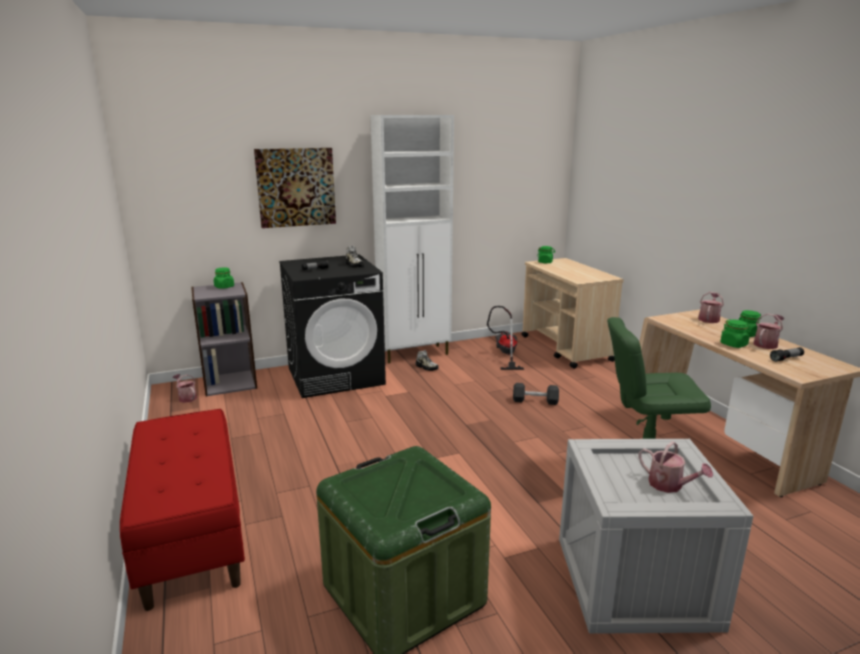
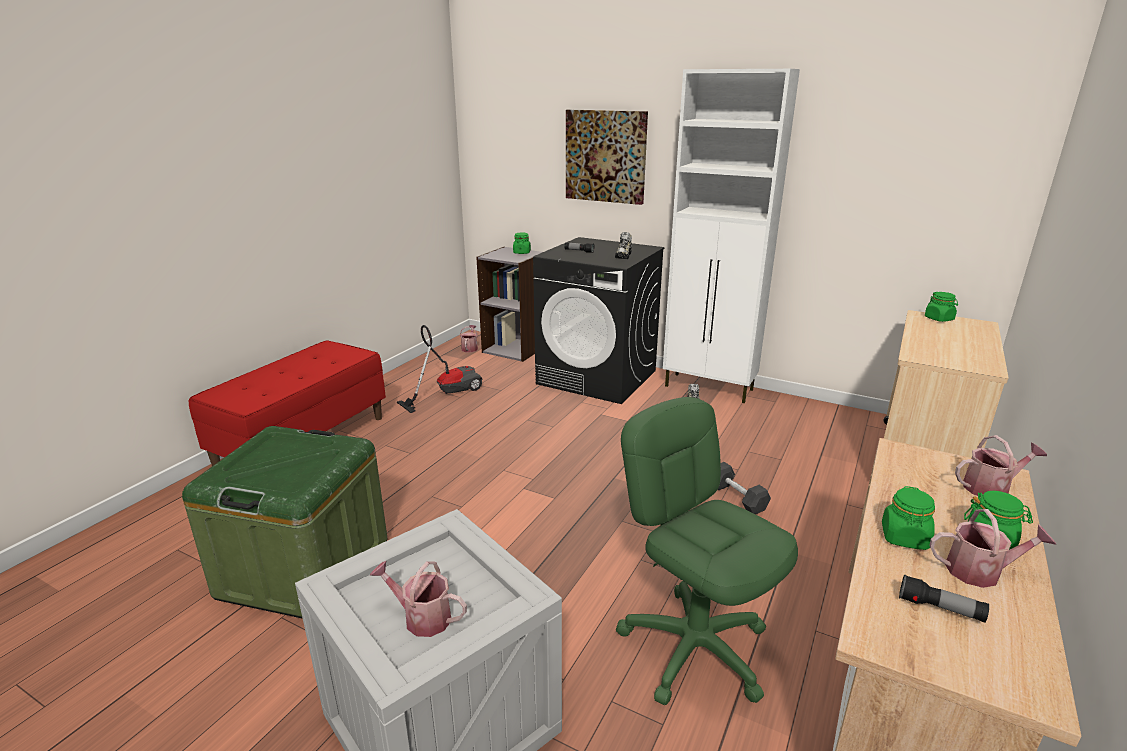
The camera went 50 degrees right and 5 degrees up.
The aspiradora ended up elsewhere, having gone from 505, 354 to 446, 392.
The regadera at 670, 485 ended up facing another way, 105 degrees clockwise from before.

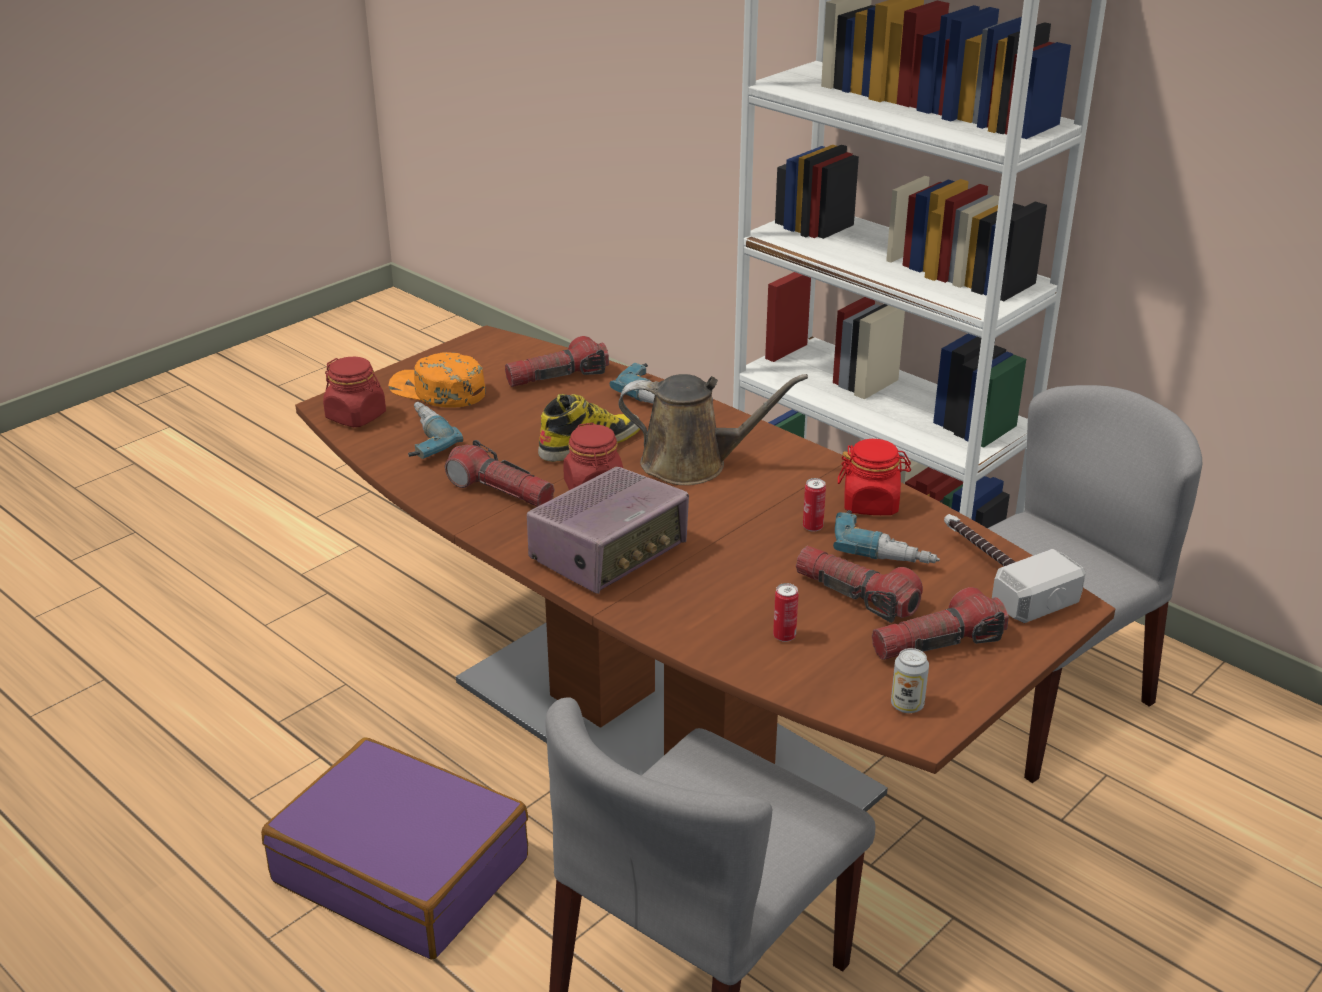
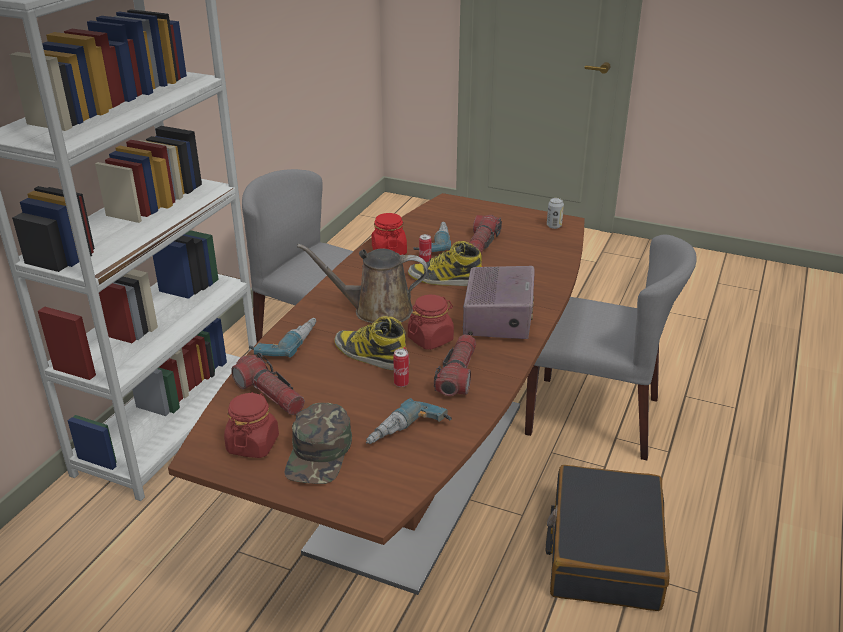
The camera went 110 degrees left and 0 degrees up.
What was the gorra (naranja) at 437, 391 turned into the gorra (verde) at 319, 453.
The tarro (rojo) ended up elsewhere, having gone from 356, 416 to 253, 444.
The regadera (marrón) at 693, 464 ended up facing another way, 75 degrees counterclockwise from before.
The radio at 610, 553 ended up facing another way, 75 degrees clockwise from before.
The second view lost the martillo at 997, 574.
The lata ended up elsewhere, having gone from 784, 636 to 401, 383.
The second view lost the linterna at 937, 643.
What was the maleta (morado) at 402, 869 turned into the maleta (negro) at 604, 551.
The second view gained the bota at 445, 279.

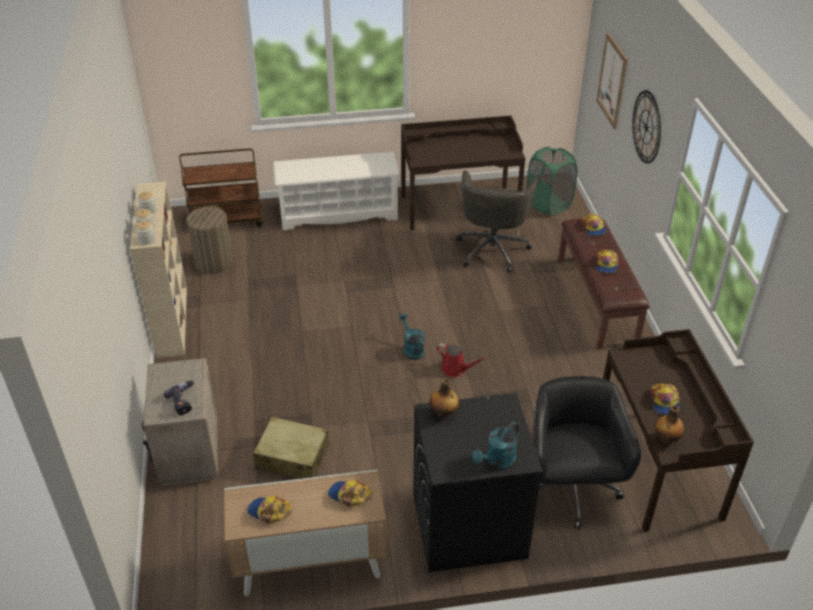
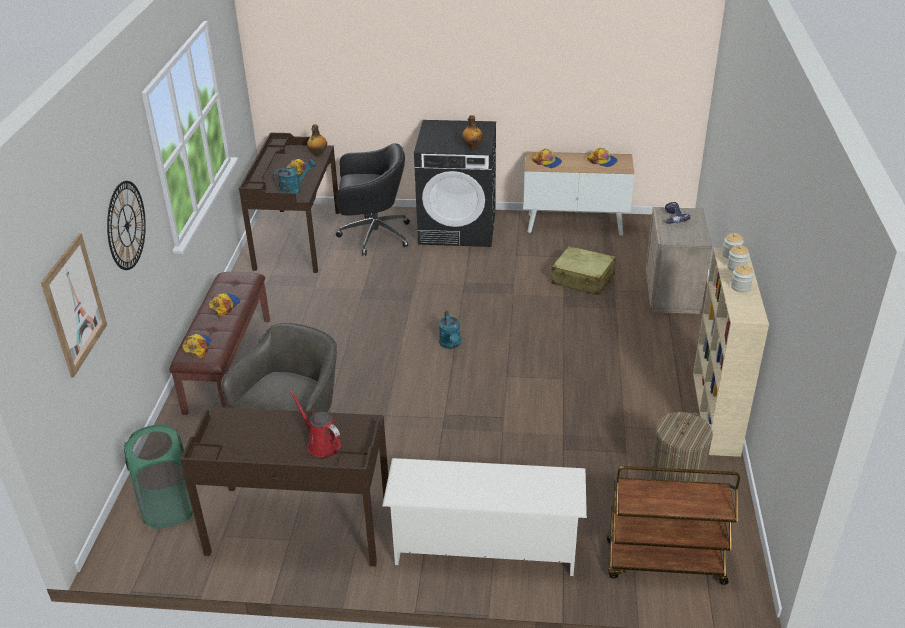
The camera went 165 degrees left and 5 degrees down.
The regadera (rojo) ended up elsewhere, having gone from 456, 369 to 321, 443.
The silla de oficina (negro) at 570, 490 ended up facing another way, 105 degrees counterclockwise from before.
The regadera (turquesa) ended up elsewhere, having gone from 497, 461 to 294, 190.

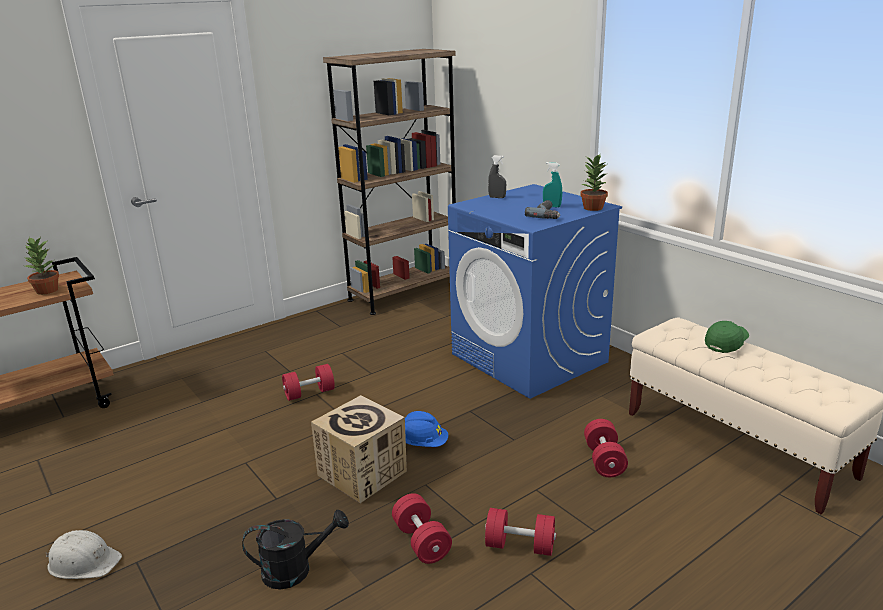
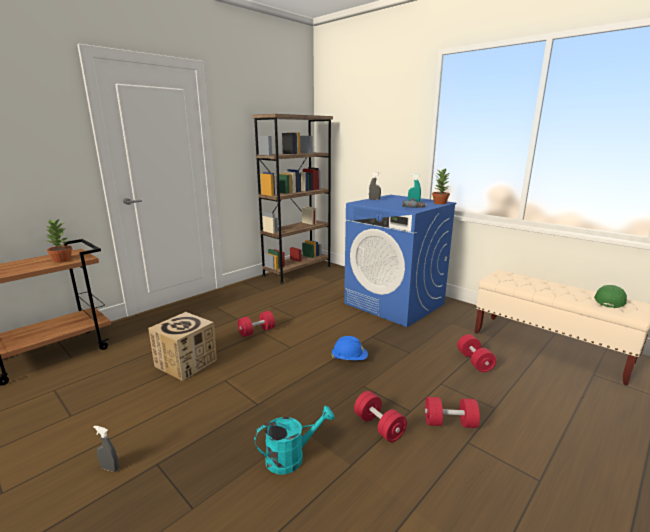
The camera went 10 degrees left and 5 degrees down.
The gorra (verde) ended up elsewhere, having gone from 726, 343 to 609, 301.
The caja de cartón ended up elsewhere, having gone from 362, 473 to 186, 363.
What was the regadera (negro) at 295, 569 turned into the regadera (turquesa) at 291, 457.
Where the casco (blanco) stood at 84, 562, the pulverizador (gris) came to stand at 110, 468.

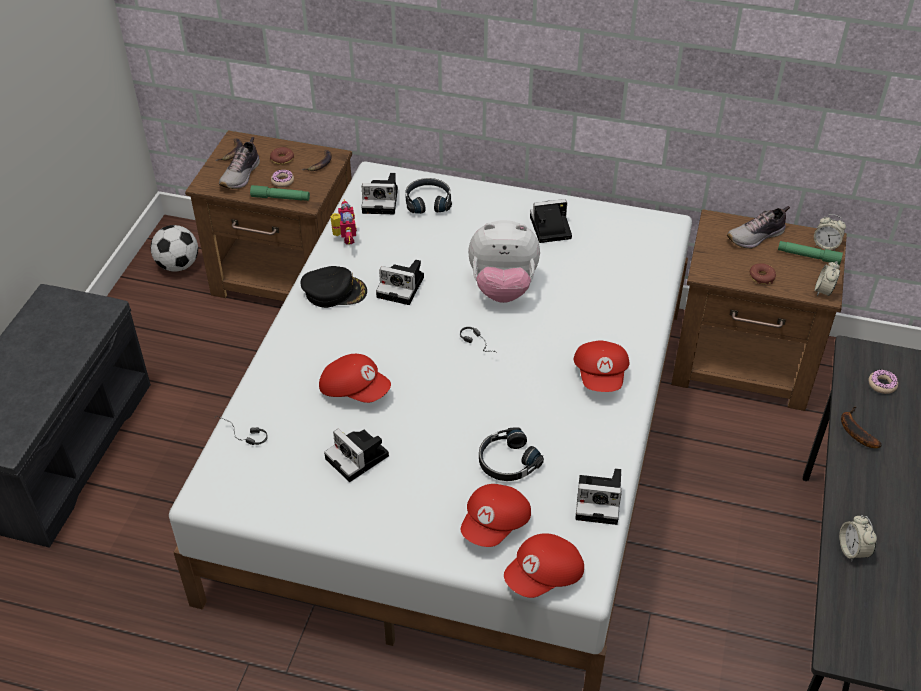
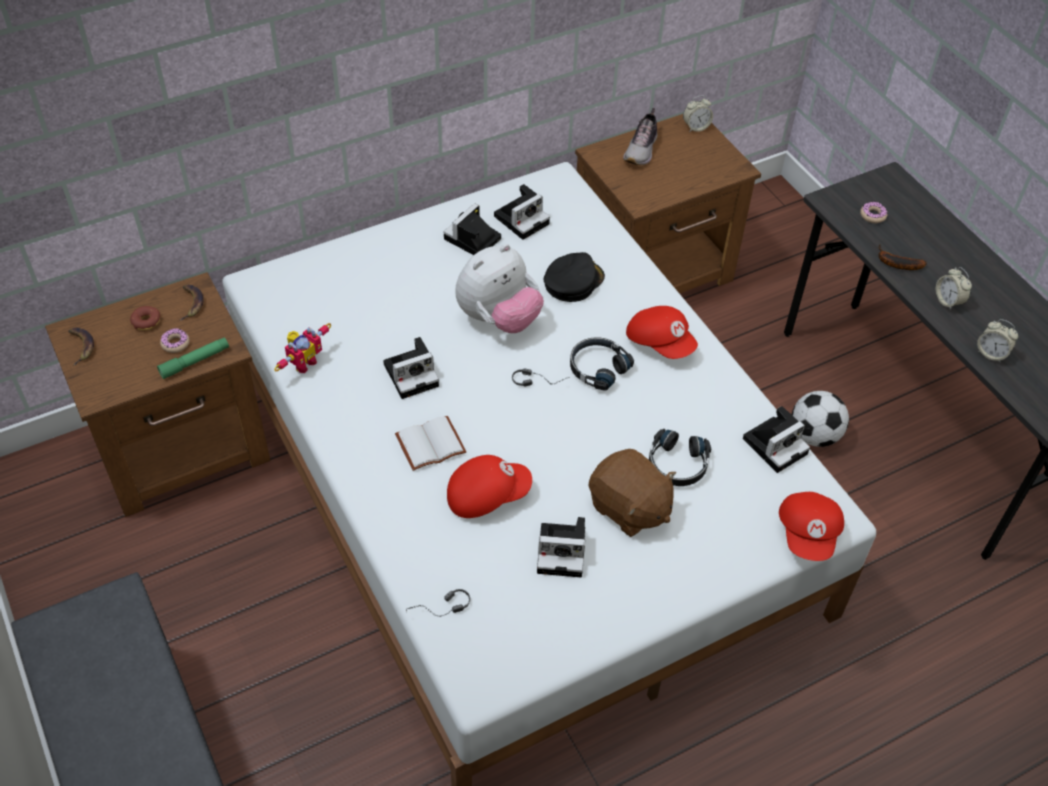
The camera went 45 degrees left and 5 degrees up.
The second view lost the zapato at 241, 175.
The cámara ended up elsewhere, having gone from 382, 200 to 522, 218.
The auriculares (negro) ended up elsewhere, having gone from 428, 201 to 597, 368.
The robot de juguete at 344, 238 ended up facing another way, 90 degrees clockwise from before.
The balón de fútbol ended up elsewhere, having gone from 178, 265 to 814, 435.
The second view lost the linterna (verde) at 808, 256.
The despertador ended up elsewhere, having gone from 824, 291 to 948, 301.
The second view lost the rosquilla at 761, 277.
The gorra (negro) ended up elsewhere, having gone from 334, 291 to 573, 281.
The second view lost the gorra (rojo) at 496, 525.
The second view gained the libro (blanco) at 430, 442.
The second view gained the peluche (marrón) at 629, 508.

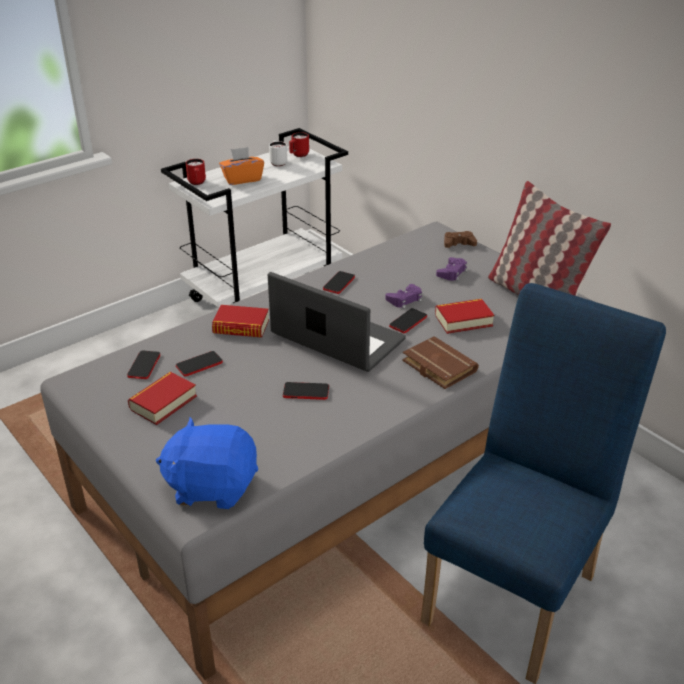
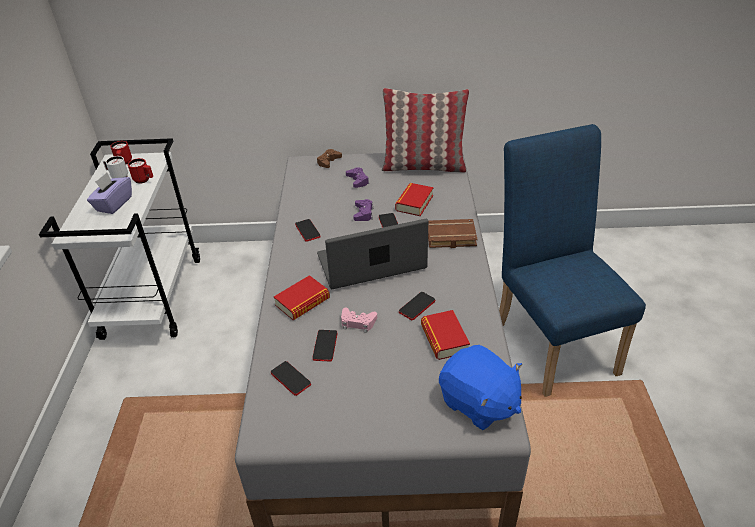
The camera went 50 degrees left and 5 degrees up.
What was the caja de pañuelos (naranja) at 242, 179 turned into the caja de pañuelos (morado) at 114, 204.
The taza grande (rojo) ended up elsewhere, having gone from 197, 183 to 144, 180.
The libro ended up elsewhere, having gone from 163, 403 to 444, 339.
The peluche (azul) at 212, 486 ended up facing another way, 90 degrees counterclockwise from before.
The second view gained the mando de consola (rosa) at 358, 322.

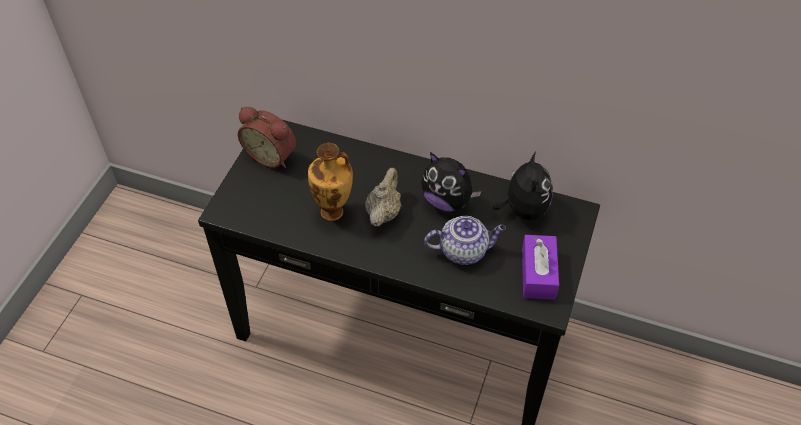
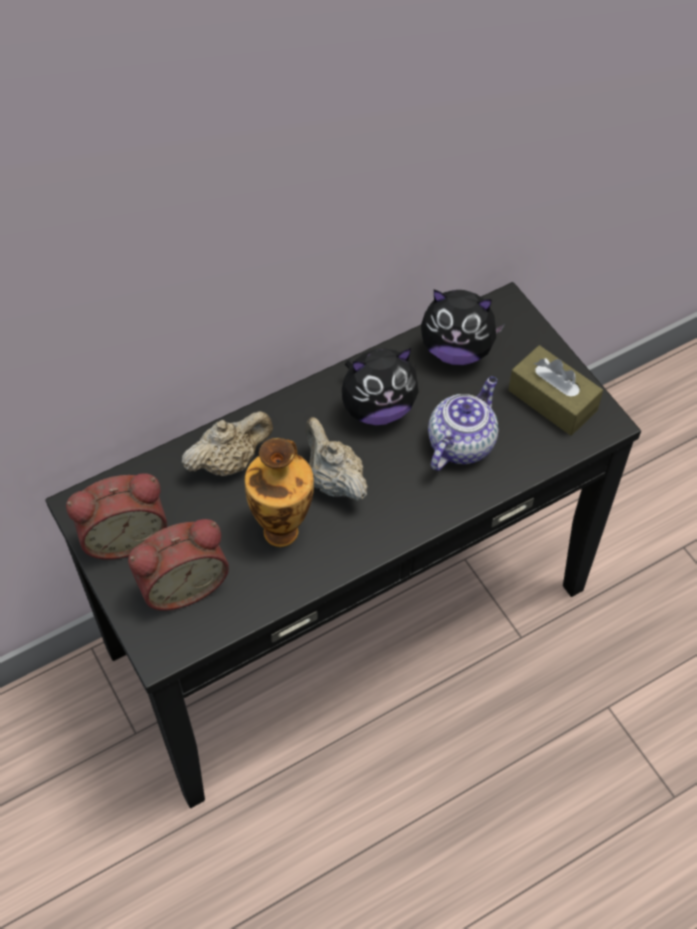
The camera went 50 degrees left and 5 degrees up.
The peluche at 523, 209 ended up facing another way, 150 degrees clockwise from before.
What was the caja de pañuelos (morado) at 538, 274 turned into the caja de pañuelos (marrón) at 552, 400.
The second view gained the tetera (beis) at 229, 461.
The second view gained the despertador at 182, 582.

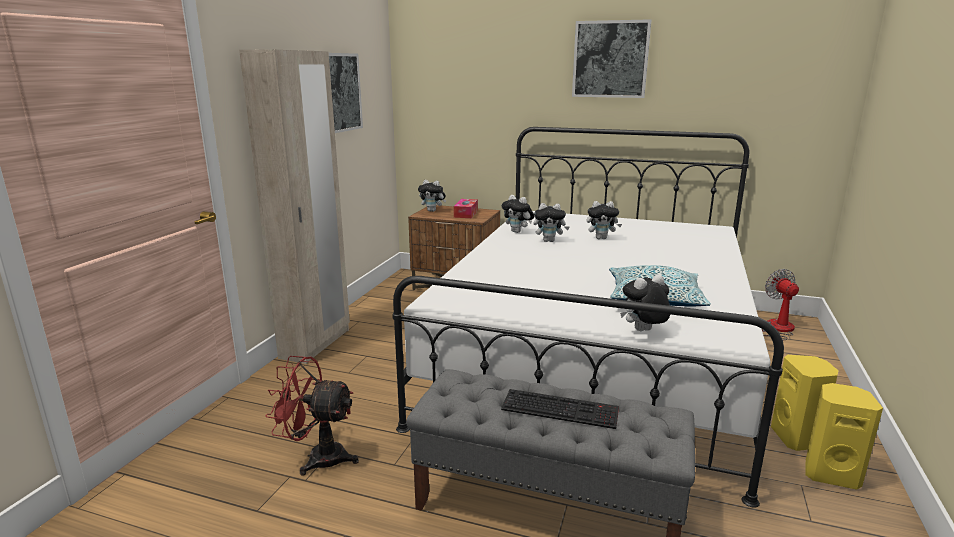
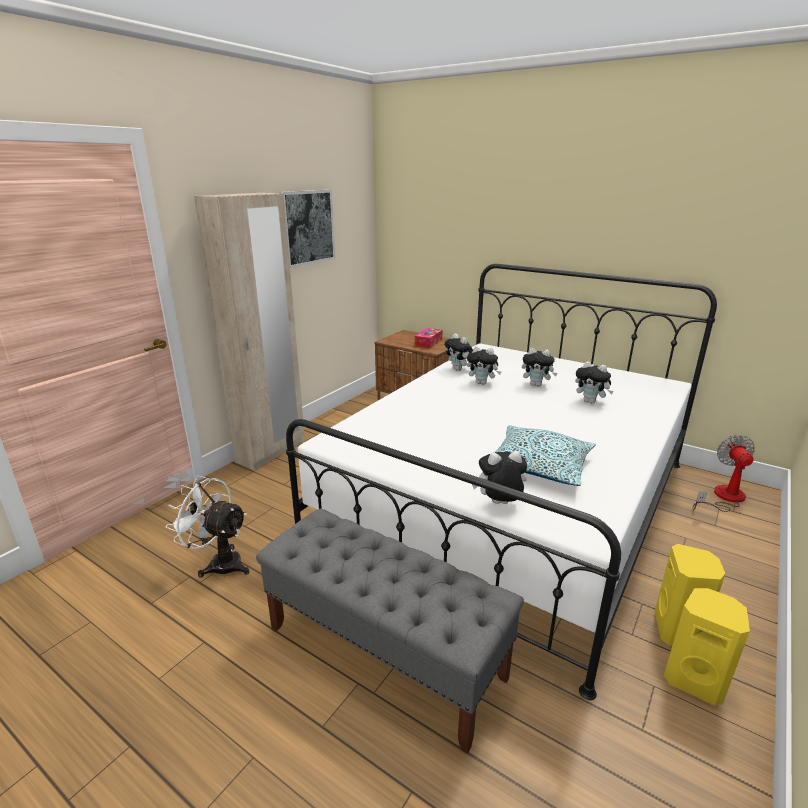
The camera went 15 degrees right and 5 degrees up.
The second view lost the cuadro at 610, 59.
The peluche ended up elsewhere, having gone from 433, 211 to 591, 401.
What was the ventilador (rojo) at 318, 457 turned into the ventilador (blanco) at 219, 562.
The second view lost the teclado at 561, 408.

